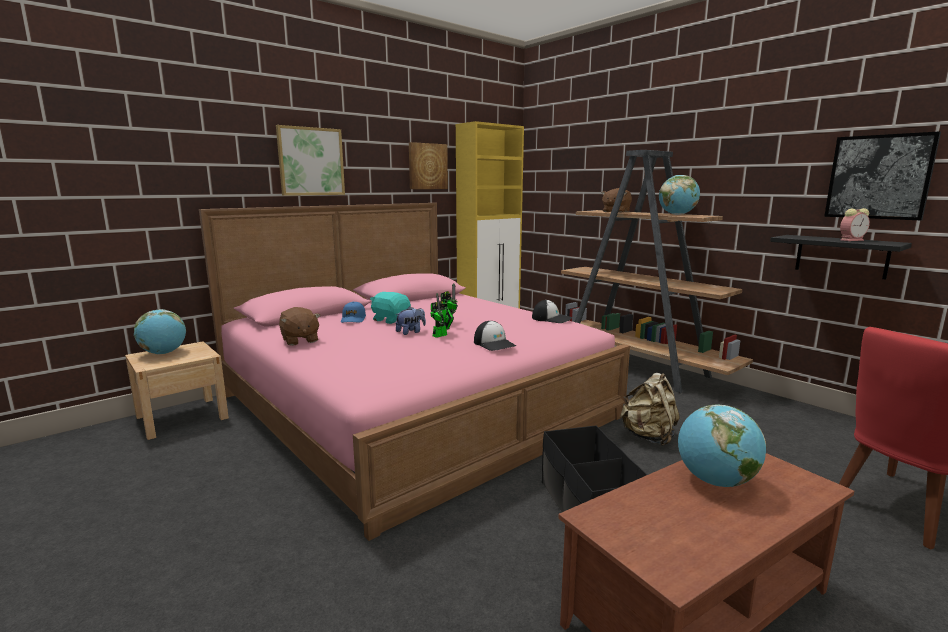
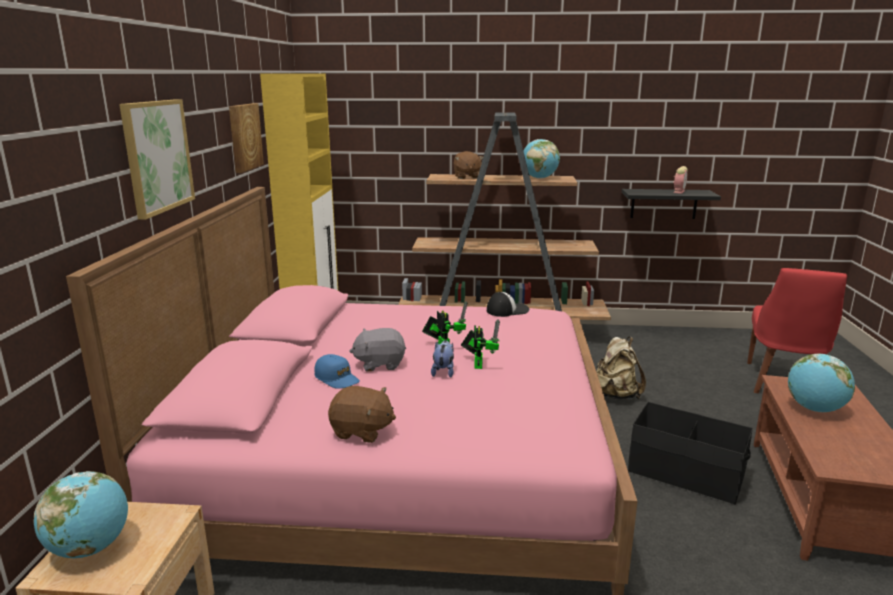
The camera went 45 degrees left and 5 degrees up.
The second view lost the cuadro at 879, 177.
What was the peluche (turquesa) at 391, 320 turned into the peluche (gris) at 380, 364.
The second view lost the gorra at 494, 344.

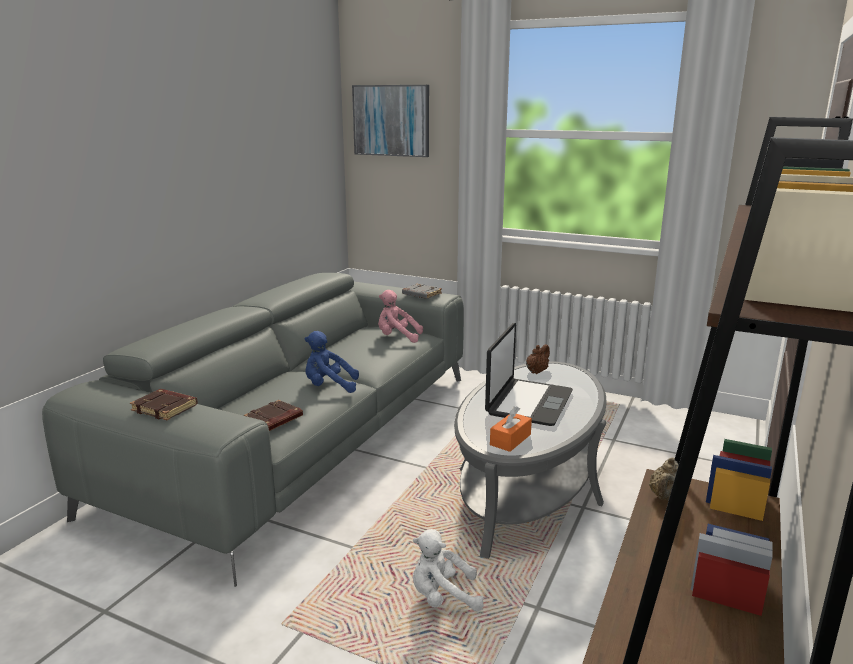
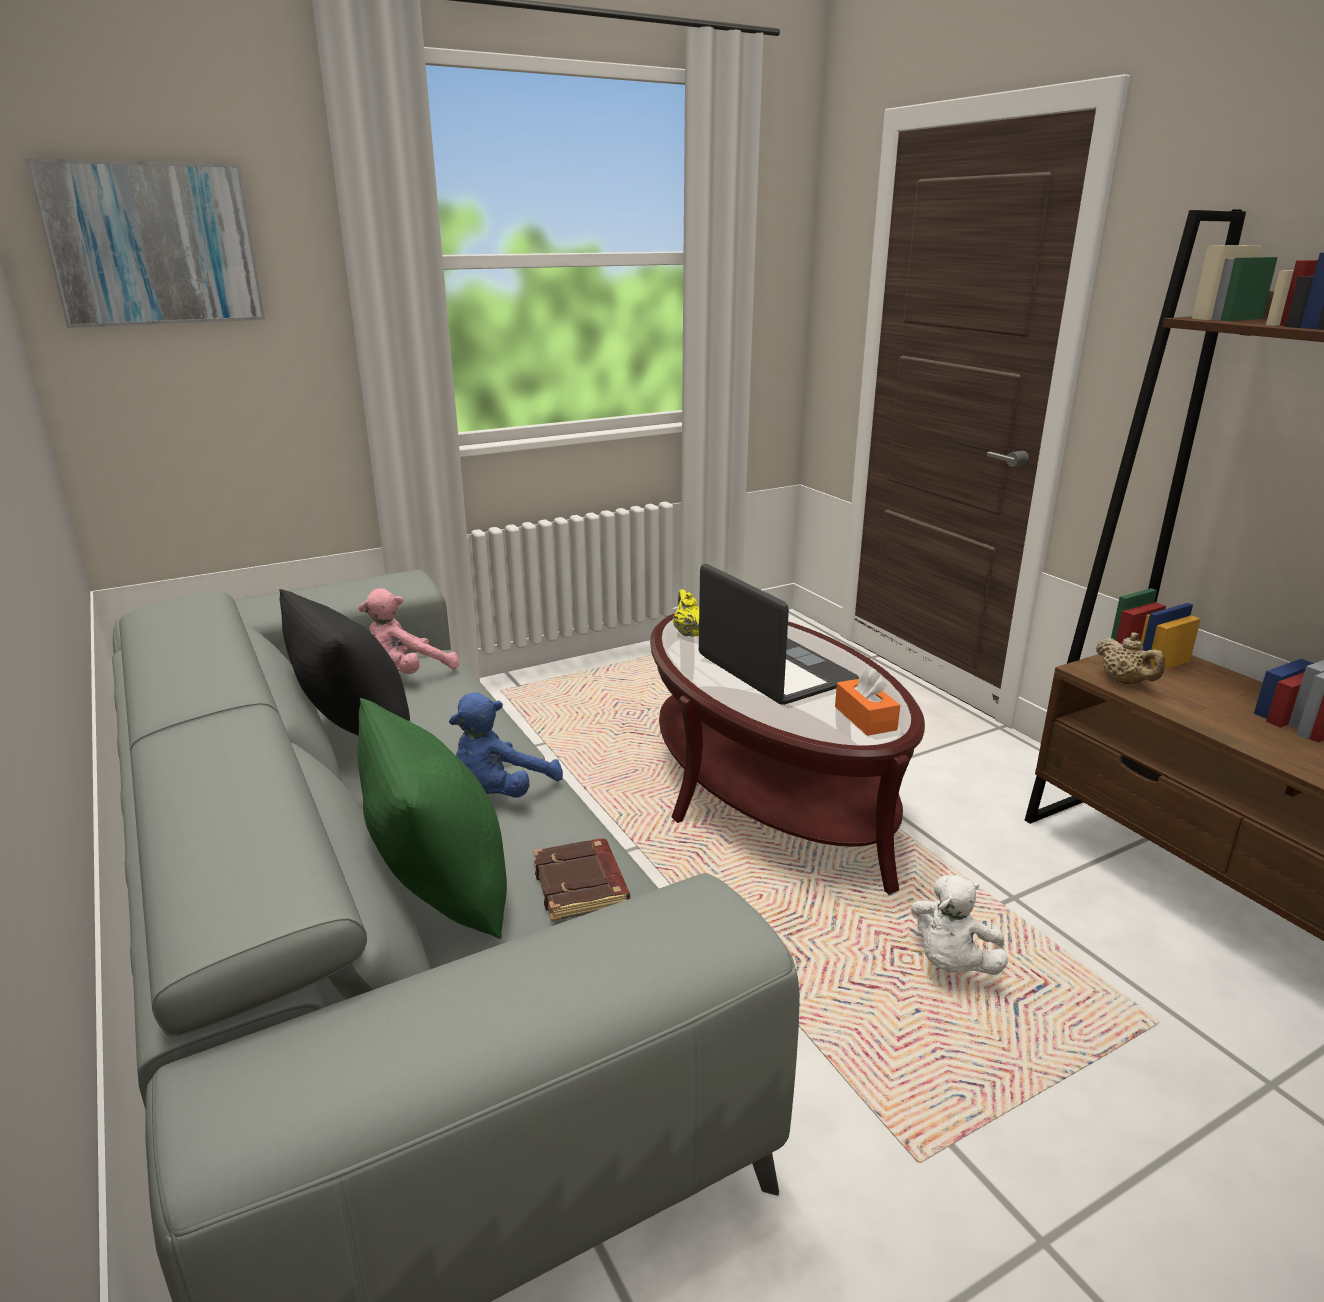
The camera went 55 degrees left and 5 degrees up.
The second view lost the libro (gris) at 421, 294.
What was the tetera (marrón) at 537, 371 turned into the tetera (amarillo) at 689, 633.
What was the mesa de centro (gris) at 528, 486 turned into the mesa de centro (marrón) at 768, 791.
The second view lost the libro (marrón) at 166, 408.
The second view gained the cojín (negro) at 356, 728.
The second view gained the cojín (verde) at 441, 886.

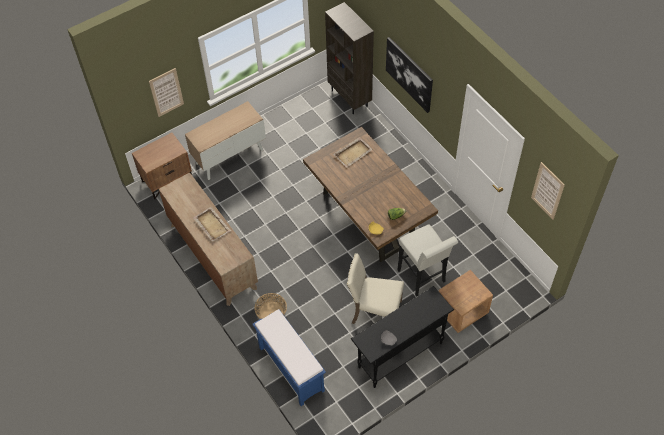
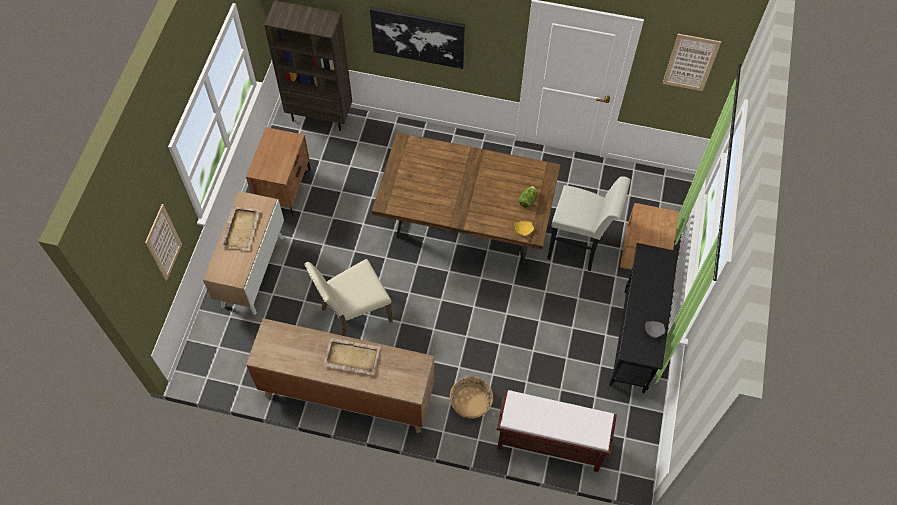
The camera went 45 degrees left and 5 degrees up.
The mesita de noche (marrón) ended up elsewhere, having gone from 167, 179 to 284, 188.
The bandeja (beis) ended up elsewhere, having gone from 353, 153 to 241, 228.
The silla (beis) ended up elsewhere, having gone from 375, 313 to 354, 314.
What was the banco (azul) at 290, 368 turned into the banco (marrón) at 549, 443.

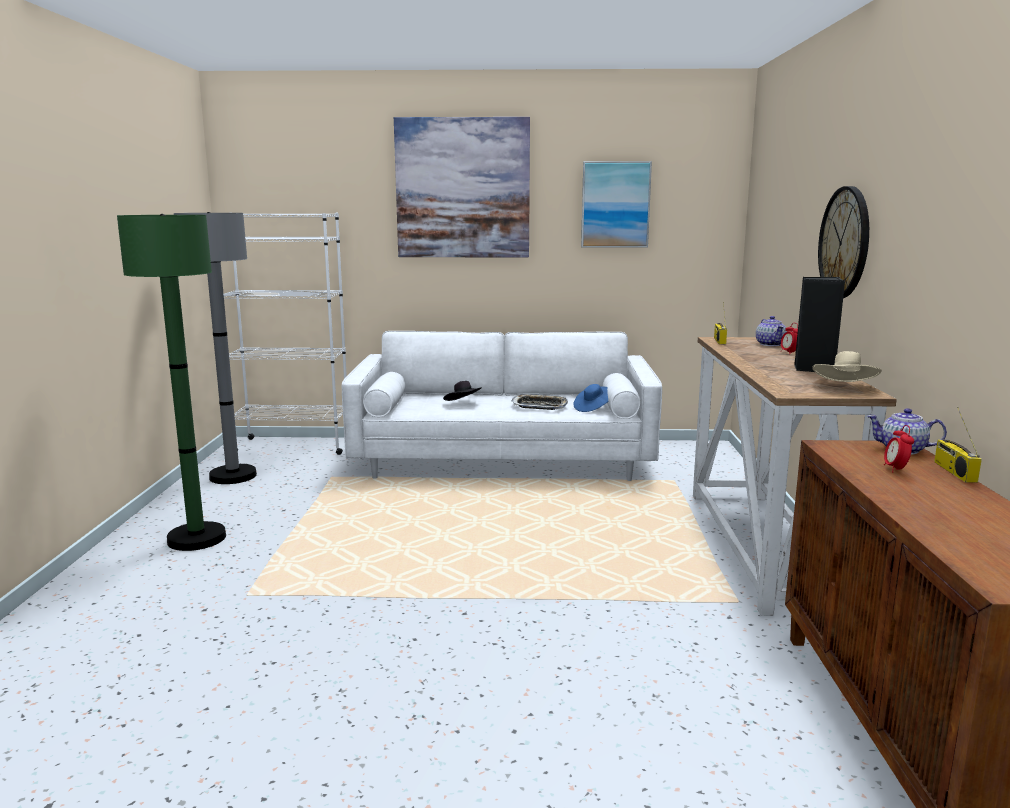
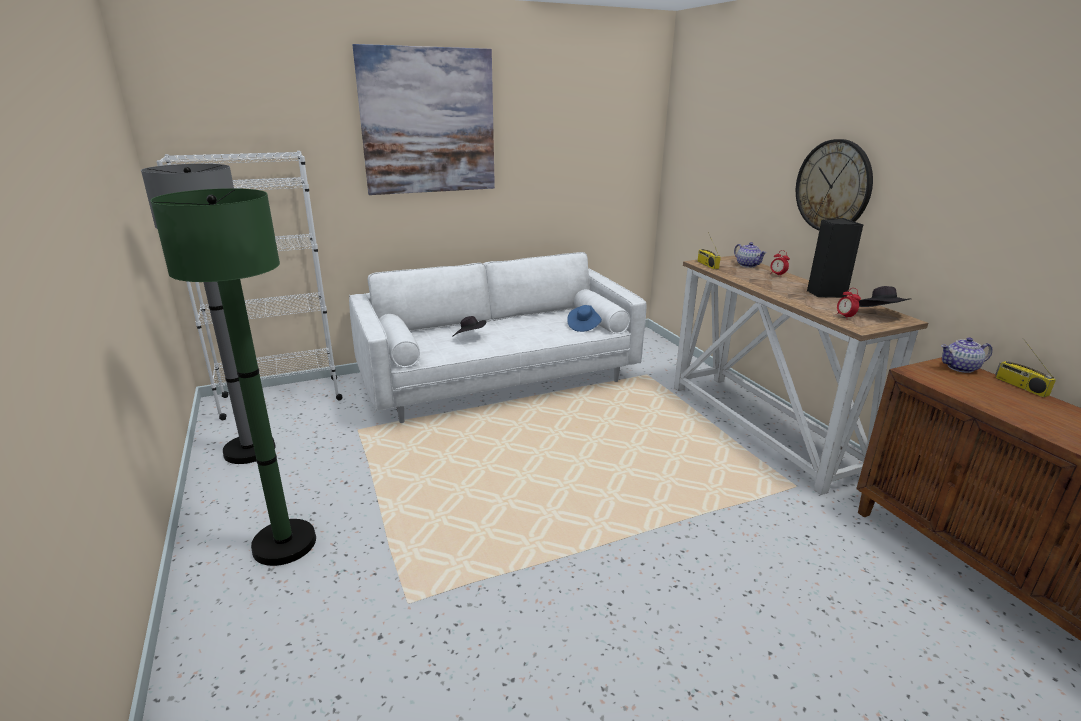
The camera went 25 degrees left and 10 degrees up.
The second view lost the cuadro at 615, 204.
What was the sombrero (beis) at 845, 387 turned into the sombrero (negro) at 880, 314.
The second view lost the bandeja at 539, 406.
The despertador ended up elsewhere, having gone from 895, 469 to 845, 317.

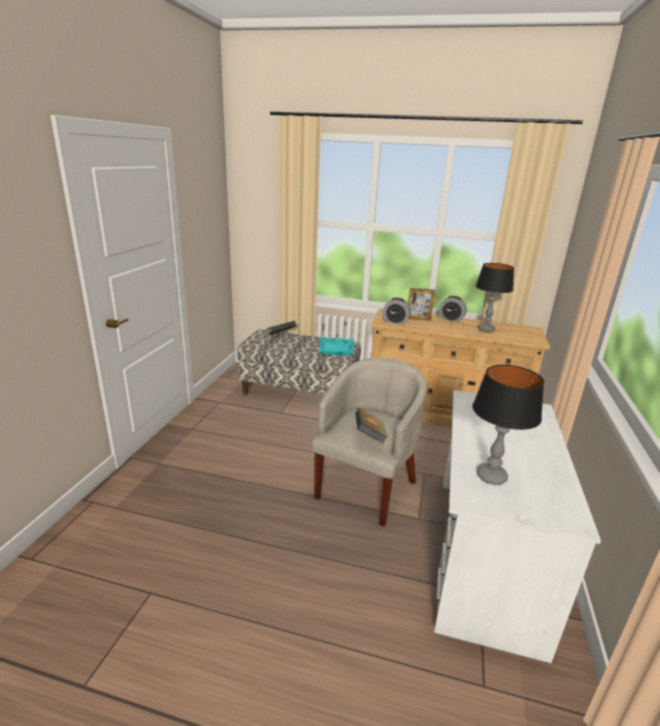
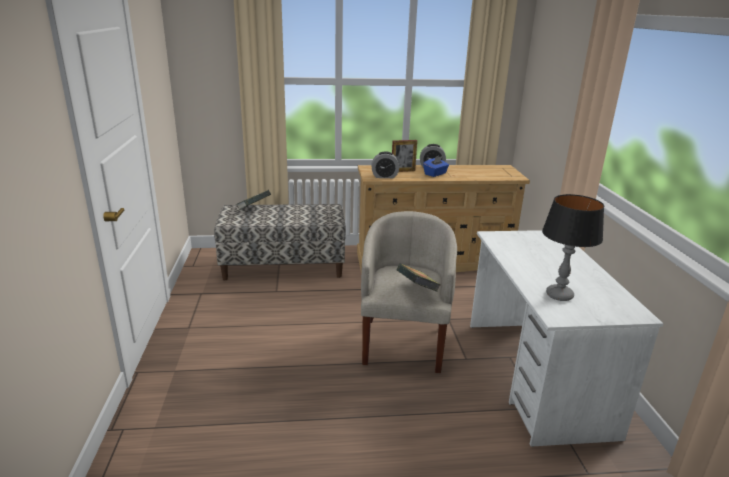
The camera went 20 degrees left and 0 degrees up.
The second view lost the lámpara de mesa at 485, 329.
The second view lost the bandeja (turquesa) at 336, 349.
The second view gained the caja de pañuelos (azul) at 435, 174.

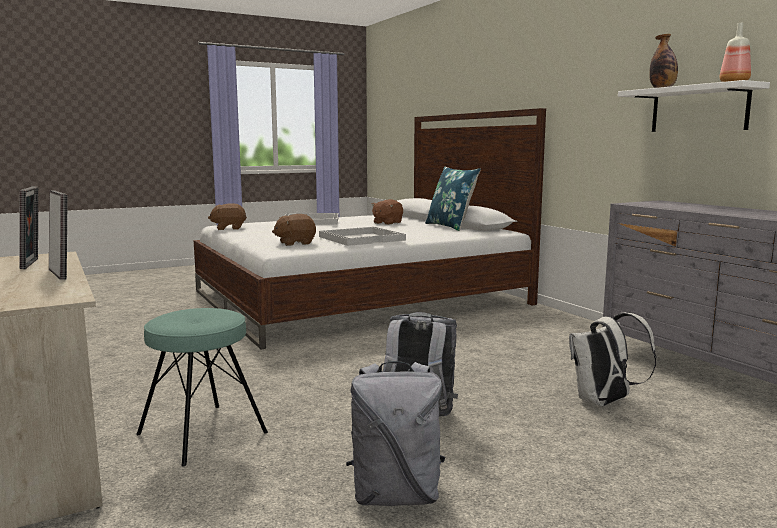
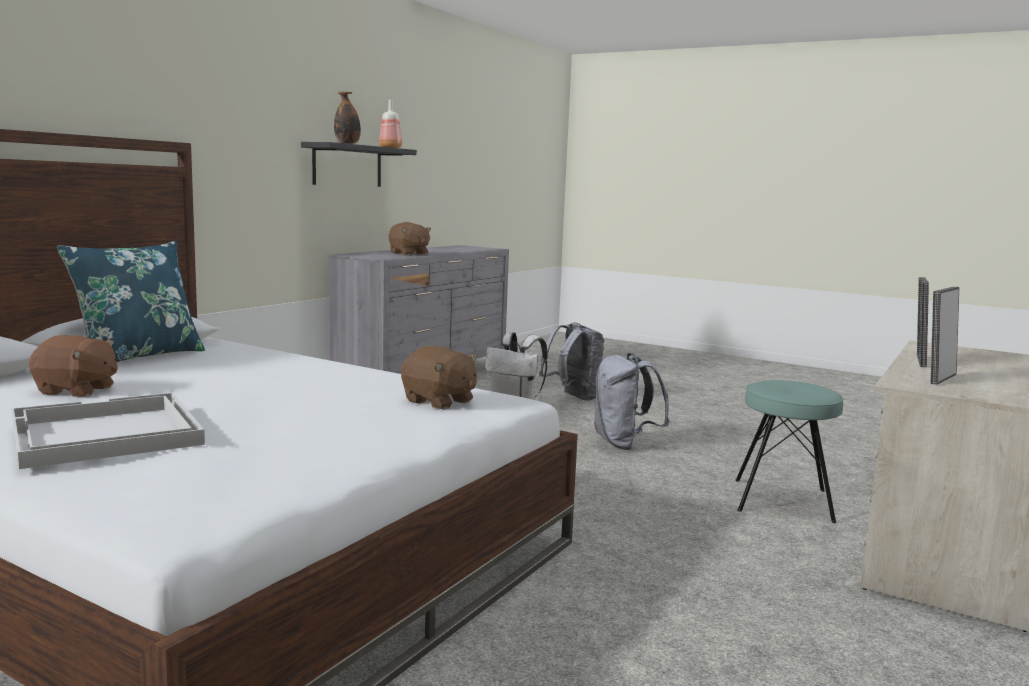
The camera went 120 degrees left and 0 degrees up.
What was the estante (blanco) at 698, 109 turned into the estante (negro) at 347, 165.
The peluche (marrón) ended up elsewhere, having gone from 229, 228 to 408, 253.
The second view lost the bandeja (blanco) at 362, 238.
The mochila (gris) ended up elsewhere, having gone from 396, 495 to 573, 397.

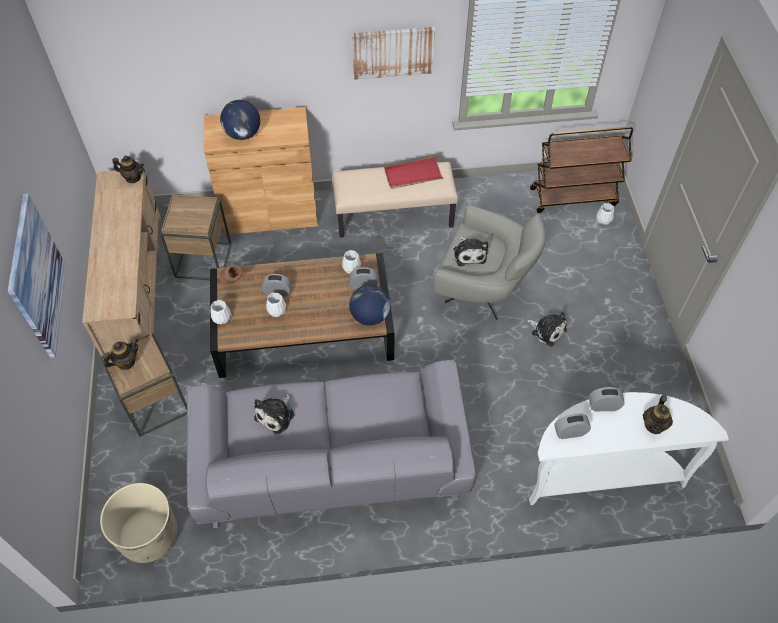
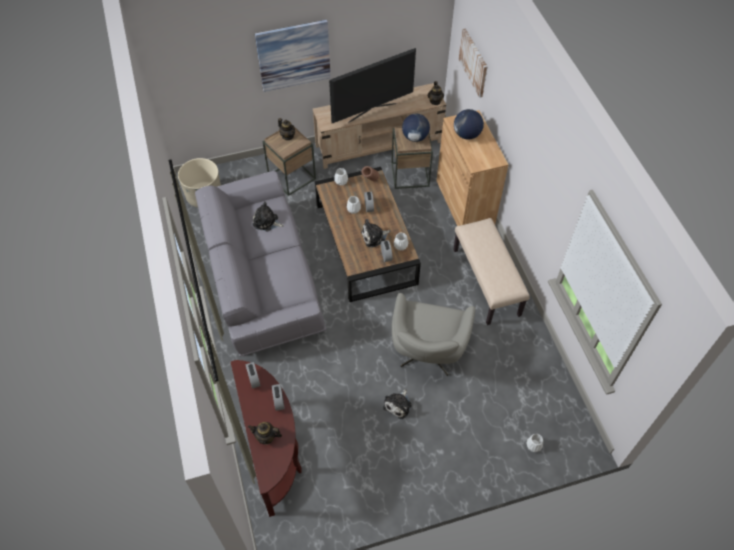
The camera went 80 degrees right and 0 degrees up.
The cuadro ended up elsewhere, having gone from 393, 52 to 474, 62.
The second view lost the carrito (marrón) at 573, 196.
The second view lost the bandeja (rojo) at 413, 175.
The peluche ended up elsewhere, having gone from 469, 253 to 374, 237.
The globo terráqueo ended up elsewhere, having gone from 369, 316 to 415, 137.
What was the mesa consola (blanco) at 602, 474 turned into the mesa consola (marrón) at 273, 453.
The second view gained the televisor at 372, 112.

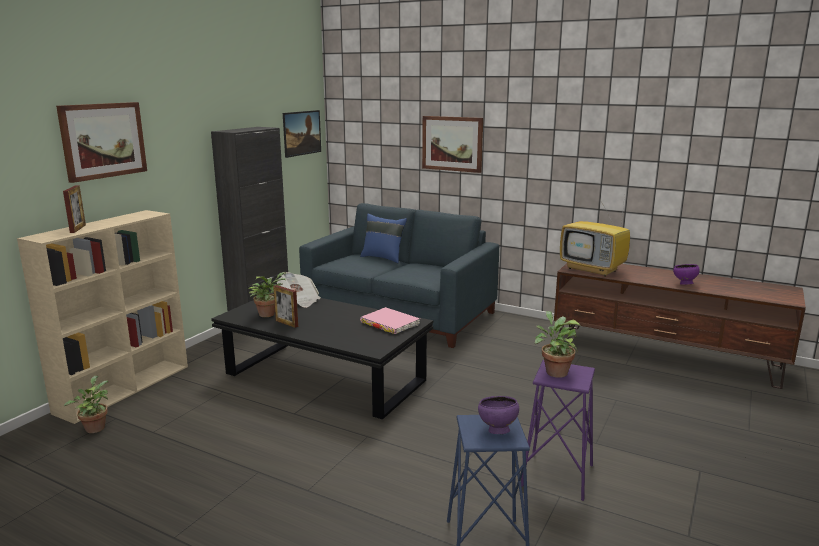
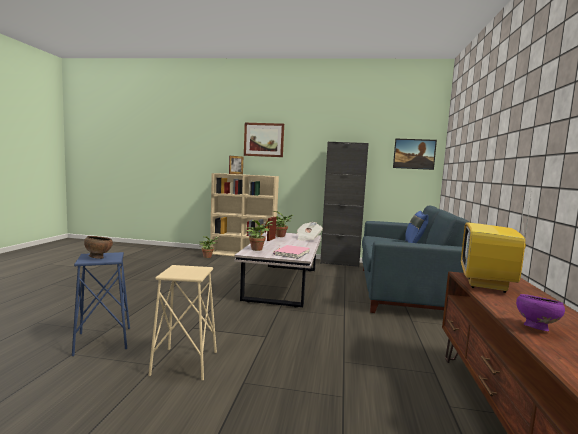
The camera went 70 degrees right and 10 degrees down.
The second view lost the cuadro at 452, 143.
What was the mesa de centro (negro) at 325, 379 turned into the mesa de centro (blanco) at 282, 283.
The planta en maceta ended up elsewhere, having gone from 554, 371 to 257, 249.
What was the taburete (morado) at 557, 475 turned into the taburete (beis) at 184, 363.
What was the cuenco (morado) at 497, 431 turned into the cuenco (marrón) at 98, 258.

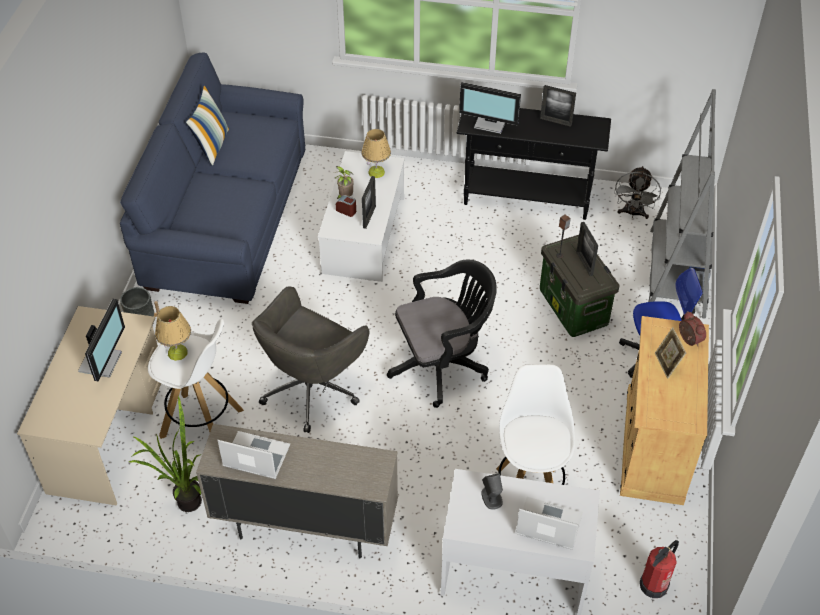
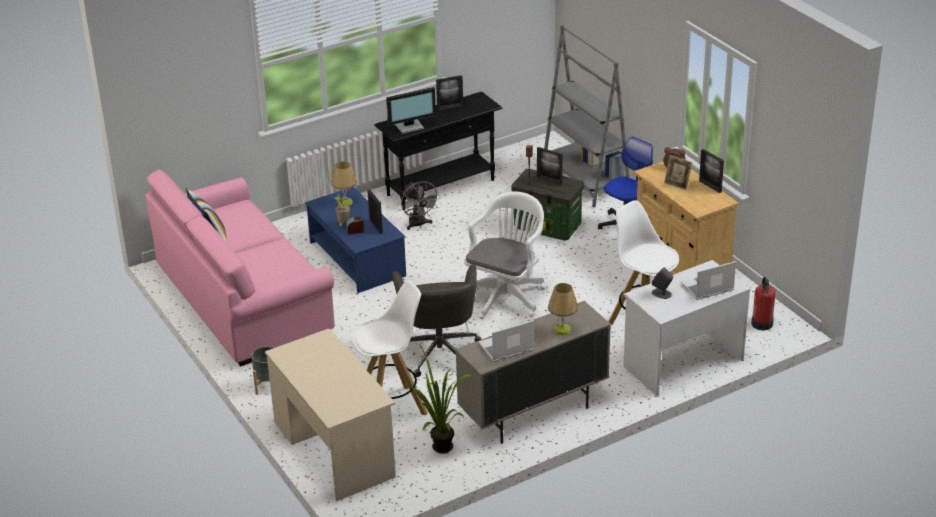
The camera went 40 degrees left and 15 degrees down.
What was the sofá (azul) at 227, 220 turned into the sofá (rosa) at 244, 300.
What was the mesa de centro (blanco) at 364, 234 turned into the mesa de centro (azul) at 357, 258.
The ventilador (gris) ended up elsewhere, having gone from 633, 213 to 418, 225.
What was the silla de oficina (negro) at 442, 365 turned into the silla de oficina (blanco) at 506, 295.
The second view lost the monitor at 102, 361.
The lámpara de mesa ended up elsewhere, having gone from 177, 352 to 562, 330.
The second view gained the portarretratos at 710, 186.

